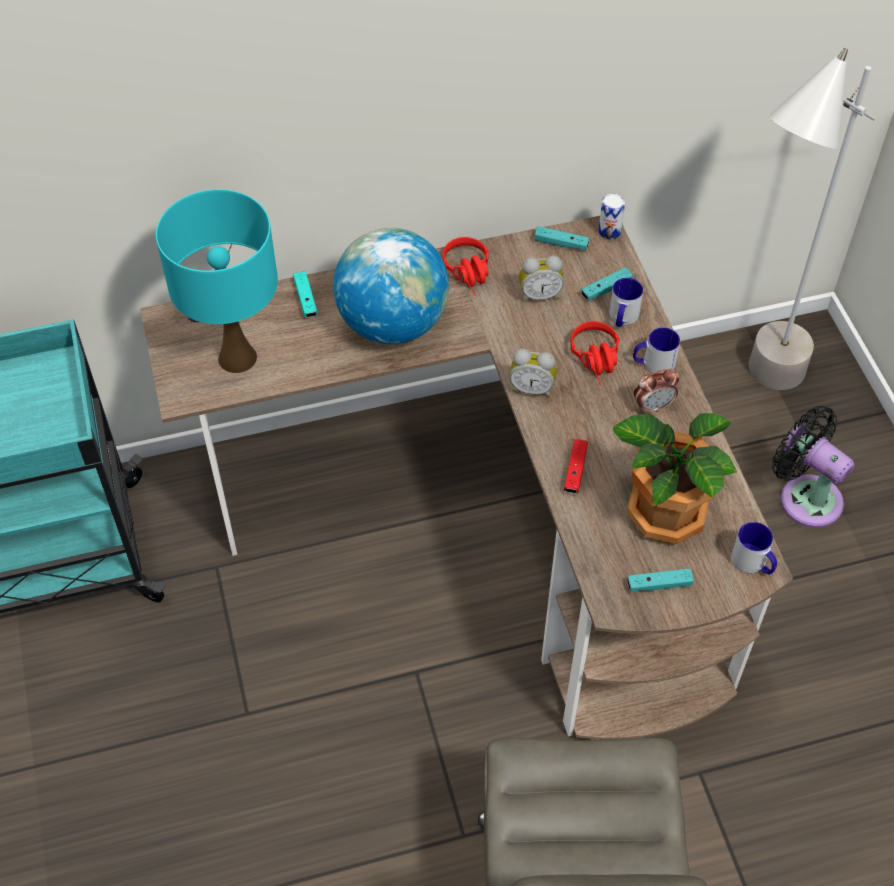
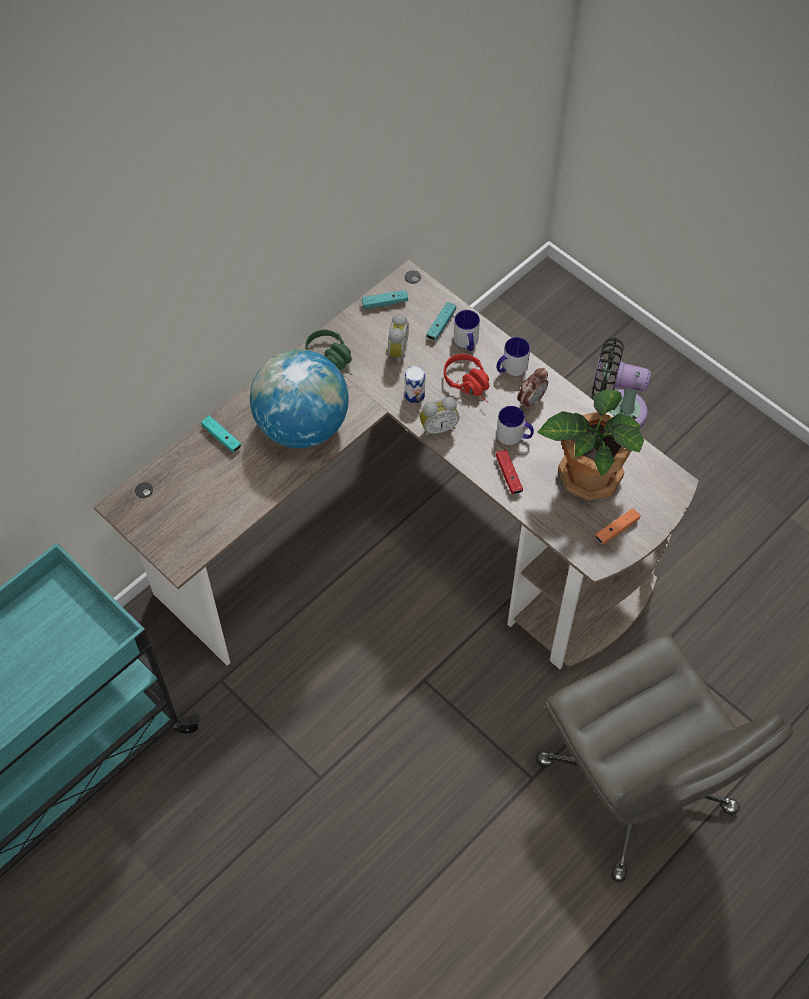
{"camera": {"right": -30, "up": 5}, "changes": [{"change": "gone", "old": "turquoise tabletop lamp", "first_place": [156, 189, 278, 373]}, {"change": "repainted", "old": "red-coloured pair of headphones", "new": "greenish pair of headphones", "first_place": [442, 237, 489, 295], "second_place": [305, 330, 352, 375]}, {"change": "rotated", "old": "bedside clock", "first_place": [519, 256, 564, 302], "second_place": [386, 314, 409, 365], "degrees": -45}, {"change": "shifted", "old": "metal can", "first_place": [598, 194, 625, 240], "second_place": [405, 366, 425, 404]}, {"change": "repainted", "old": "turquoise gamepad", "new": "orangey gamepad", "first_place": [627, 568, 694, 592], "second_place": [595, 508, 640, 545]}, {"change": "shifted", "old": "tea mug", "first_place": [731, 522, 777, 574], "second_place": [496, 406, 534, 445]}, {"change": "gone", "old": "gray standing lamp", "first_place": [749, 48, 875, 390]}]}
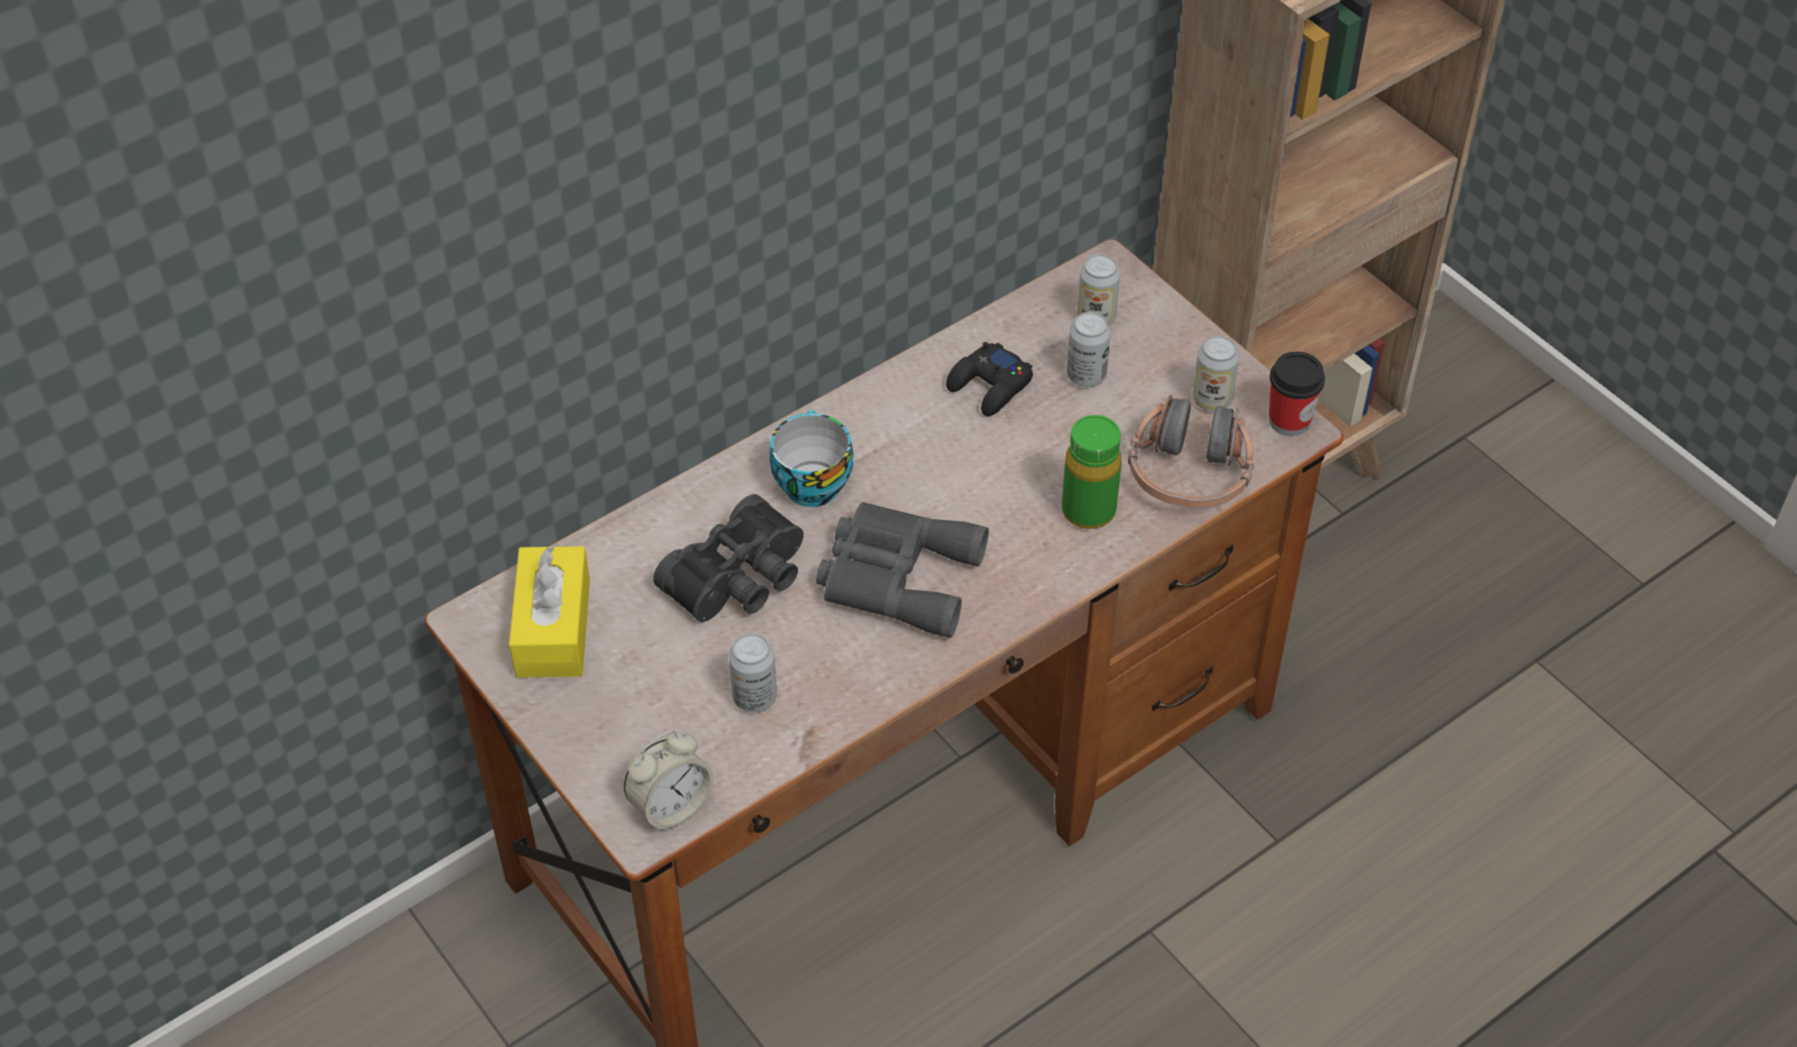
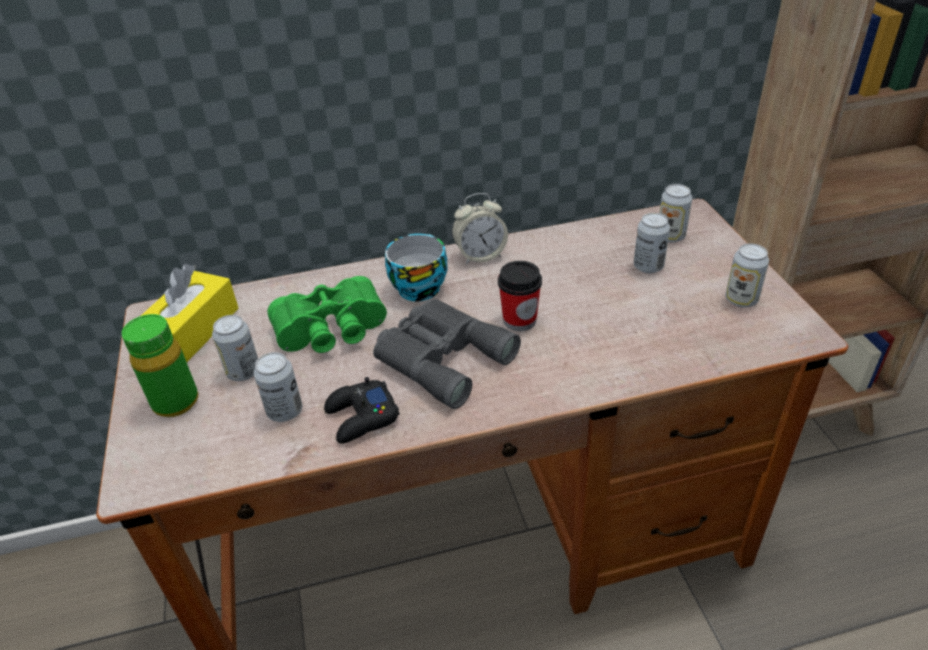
{"camera": {"right": 25, "up": -10}, "changes": [{"change": "shifted", "old": "bedside clock", "first_place": [624, 730, 714, 832], "second_place": [452, 193, 508, 264]}, {"change": "repainted", "old": "black pair of binoculars", "new": "greenish pair of binoculars", "first_place": [653, 494, 804, 622], "second_place": [267, 276, 387, 353]}, {"change": "shifted", "old": "black gamepad", "first_place": [946, 342, 1033, 416], "second_place": [324, 377, 400, 444]}, {"change": "shifted", "old": "greenish bottle", "first_place": [1062, 415, 1122, 529], "second_place": [122, 314, 198, 417]}, {"change": "gone", "old": "pair of headphones", "first_place": [1128, 395, 1254, 508]}, {"change": "shifted", "old": "small cup", "first_place": [1269, 351, 1325, 436], "second_place": [498, 261, 542, 331]}, {"change": "new", "new": "metal can", "second_place": [212, 315, 258, 381]}]}
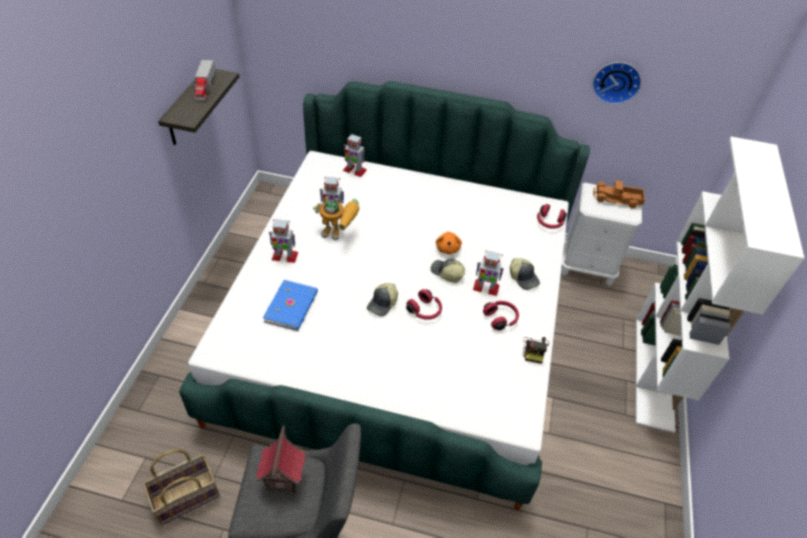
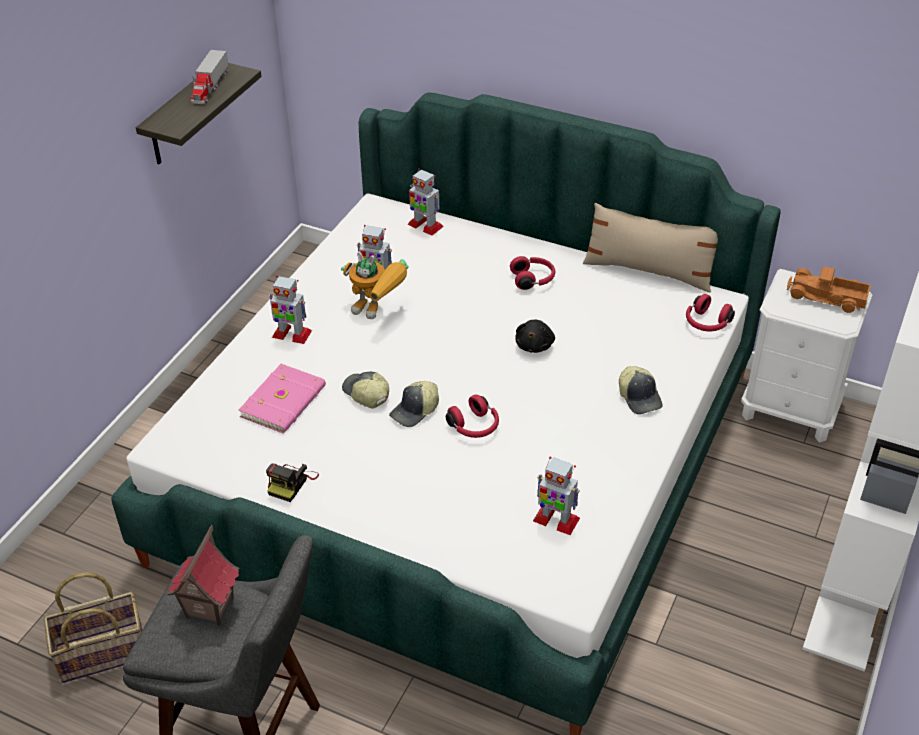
{"camera": {"right": 15, "up": -5}, "changes": [{"change": "repainted", "old": "blue-coloured volume", "new": "pinkish volume", "first_place": [263, 280, 318, 331], "second_place": [239, 364, 326, 434]}, {"change": "shifted", "old": "cap", "first_place": [431, 259, 465, 283], "second_place": [342, 371, 389, 408]}, {"change": "repainted", "old": "orangey soft toy", "new": "black soft toy", "first_place": [436, 231, 462, 254], "second_place": [515, 320, 555, 353]}, {"change": "shifted", "old": "toy robot", "first_place": [473, 250, 504, 296], "second_place": [533, 456, 580, 535]}, {"change": "shifted", "old": "red-coloured pair of headphones", "first_place": [483, 301, 519, 330], "second_place": [510, 256, 555, 290]}, {"change": "shifted", "old": "photo camera", "first_place": [523, 337, 549, 364], "second_place": [266, 463, 319, 502]}, {"change": "gone", "old": "hanging clock", "first_place": [592, 62, 641, 104]}, {"change": "new", "new": "beige-coloured throw pillow", "second_place": [583, 203, 718, 292]}]}
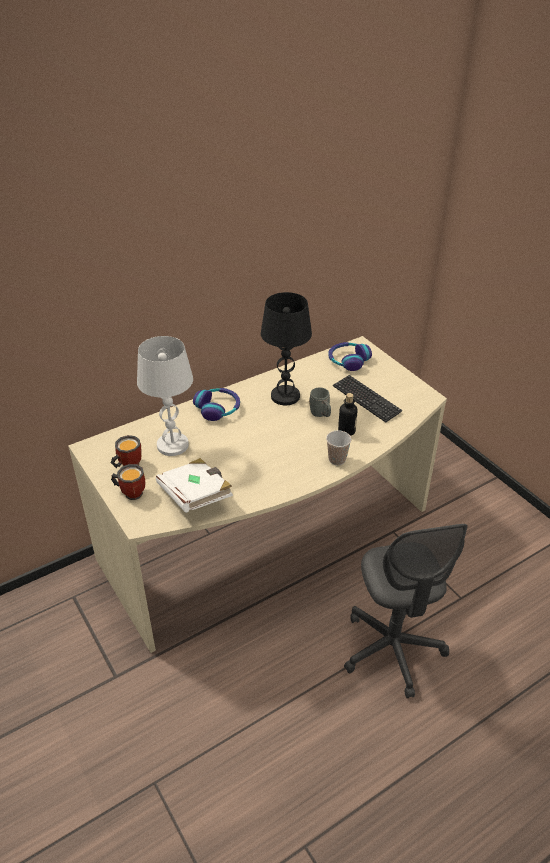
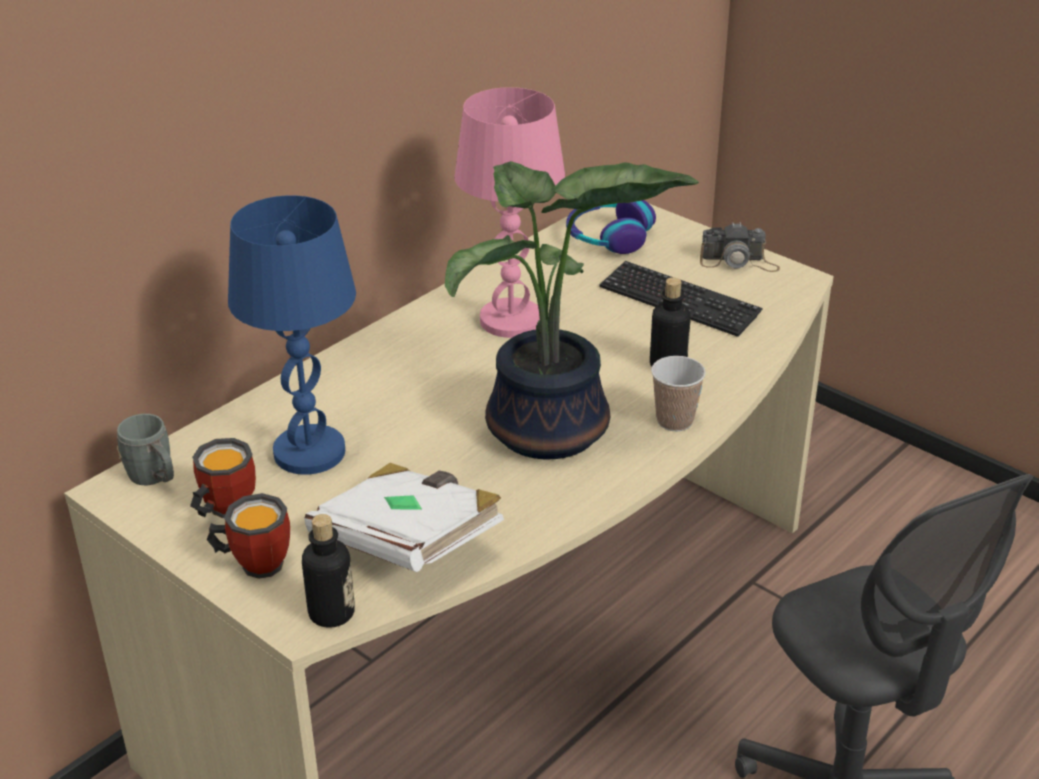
{"camera": {"right": -15, "up": -5}, "changes": [{"change": "repainted", "old": "whitish tabletop lamp", "new": "blue-coloured tabletop lamp", "first_place": [137, 336, 193, 456], "second_place": [228, 196, 356, 475]}, {"change": "gone", "old": "pair of headphones", "first_place": [193, 388, 240, 421]}, {"change": "repainted", "old": "black tabletop lamp", "new": "pinkish tabletop lamp", "first_place": [261, 292, 312, 405], "second_place": [454, 87, 565, 338]}, {"change": "shifted", "old": "gray tea mug", "first_place": [309, 388, 331, 417], "second_place": [117, 414, 174, 485]}, {"change": "new", "new": "bottle", "second_place": [302, 514, 355, 628]}, {"change": "new", "new": "houseplant", "second_place": [445, 161, 699, 459]}, {"change": "new", "new": "photo camera", "second_place": [700, 222, 780, 272]}]}
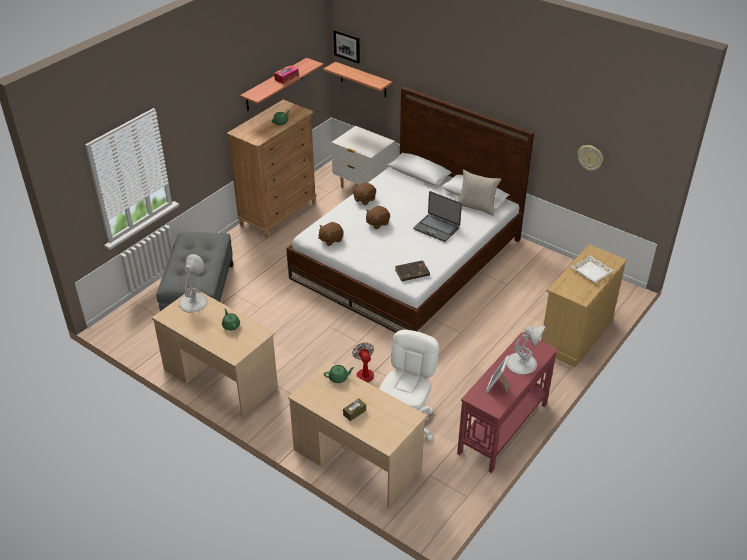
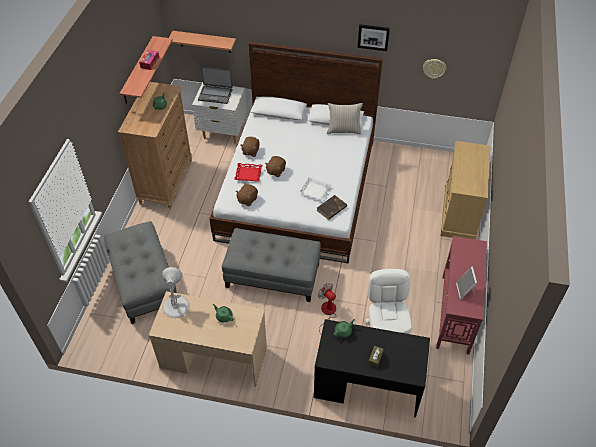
{"camera": {"right": -25, "up": 10}, "changes": [{"change": "repainted", "old": "beige-coloured desk unit", "new": "black desk unit", "first_place": [288, 361, 427, 509], "second_place": [314, 319, 430, 418]}, {"change": "shifted", "old": "wall art", "first_place": [333, 29, 360, 64], "second_place": [357, 24, 390, 51]}, {"change": "shifted", "old": "laptop", "first_place": [413, 191, 462, 242], "second_place": [198, 67, 233, 104]}, {"change": "gone", "old": "whitish tabletop lamp", "first_place": [507, 326, 546, 375]}, {"change": "shifted", "old": "whitish tray", "first_place": [571, 256, 614, 283], "second_place": [299, 177, 331, 201]}, {"change": "new", "new": "gray pouffe", "second_place": [222, 228, 321, 302]}, {"change": "new", "new": "red-coloured tray", "second_place": [234, 163, 262, 181]}]}
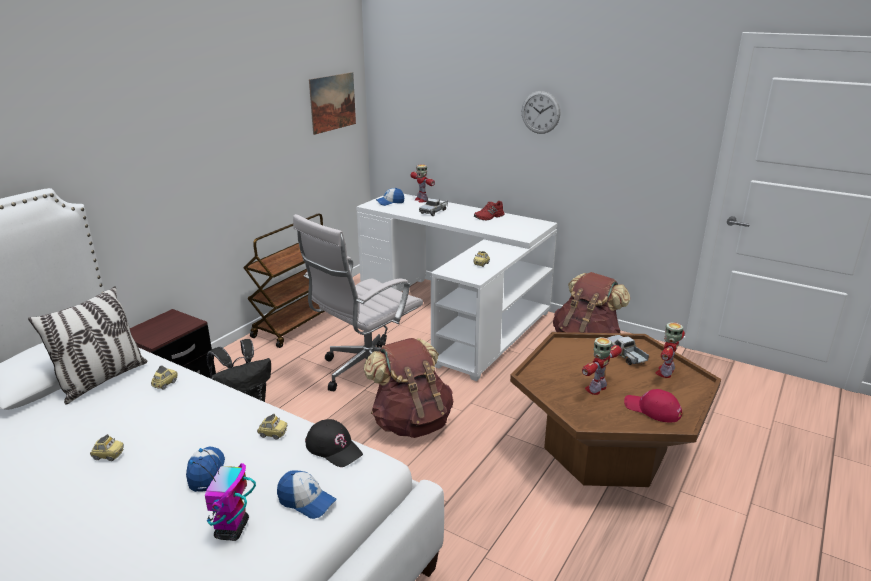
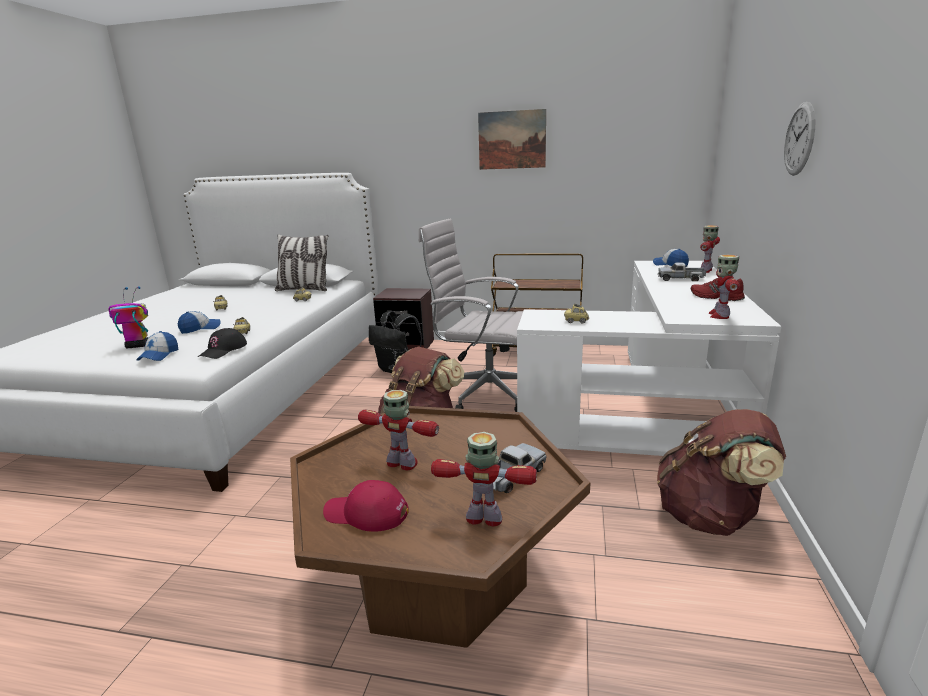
{"camera": {"right": 70, "up": -5}, "changes": [{"change": "shifted", "old": "wall art", "first_place": [309, 72, 356, 135], "second_place": [478, 109, 546, 170]}, {"change": "rotated", "old": "red-coloured cap", "first_place": [624, 389, 682, 422], "second_place": [323, 480, 409, 532], "degrees": -90}, {"change": "new", "new": "toy robot", "second_place": [708, 255, 740, 319]}]}
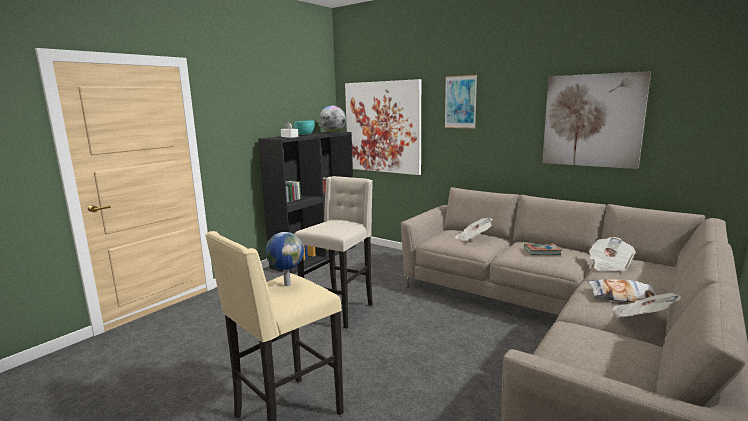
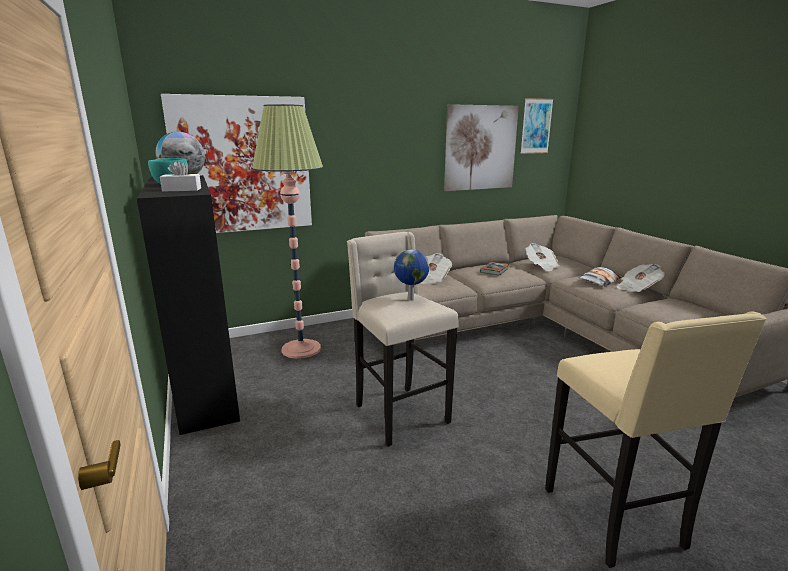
{"camera": {"right": -60, "up": 5}, "changes": [{"change": "shifted", "old": "globe", "first_place": [265, 232, 304, 286], "second_place": [394, 249, 429, 301]}, {"change": "shifted", "old": "wall art", "first_place": [445, 75, 477, 128], "second_place": [520, 98, 554, 154]}, {"change": "new", "new": "standing lamp", "second_place": [252, 104, 323, 359]}]}
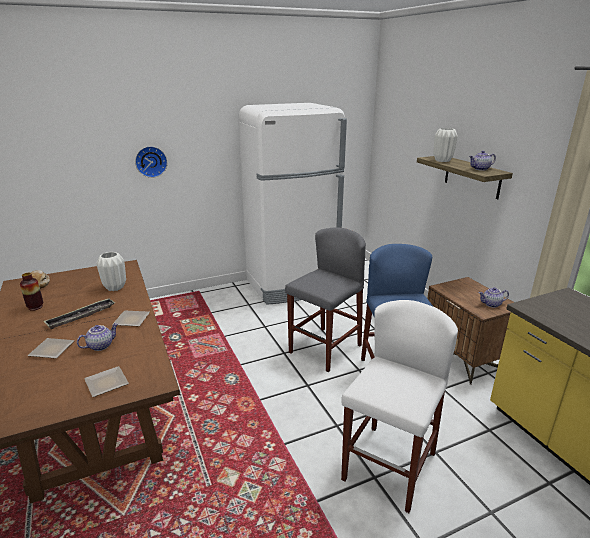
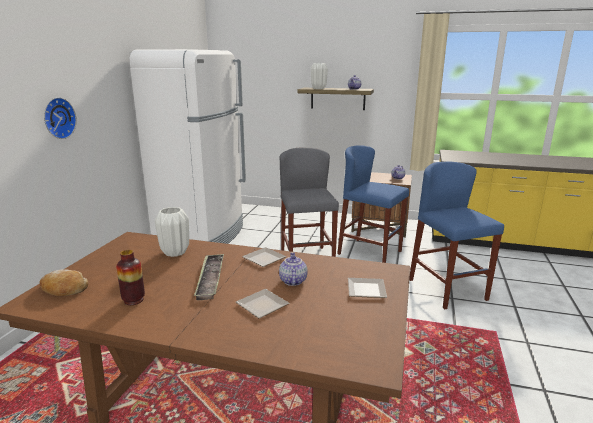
{"camera": {"right": -50, "up": -5}, "changes": [{"change": "repainted", "old": "whitish stool seat", "new": "blue-coloured stool seat", "first_place": [341, 300, 458, 513], "second_place": [409, 162, 504, 309]}]}
